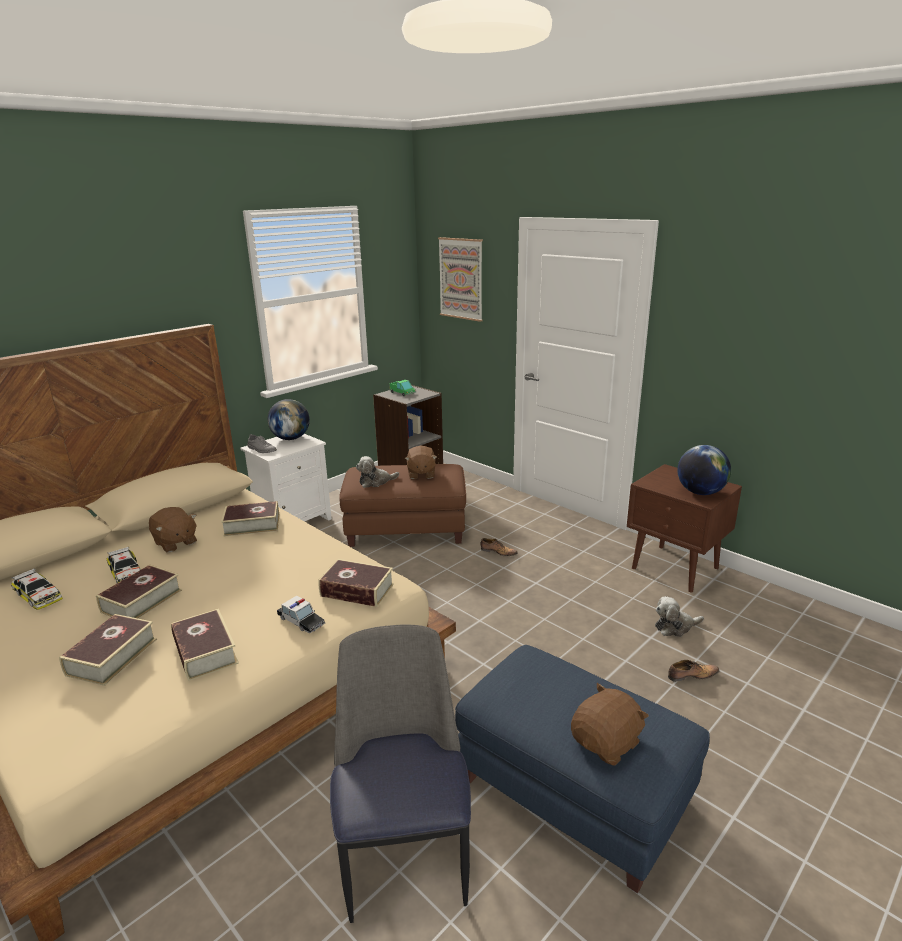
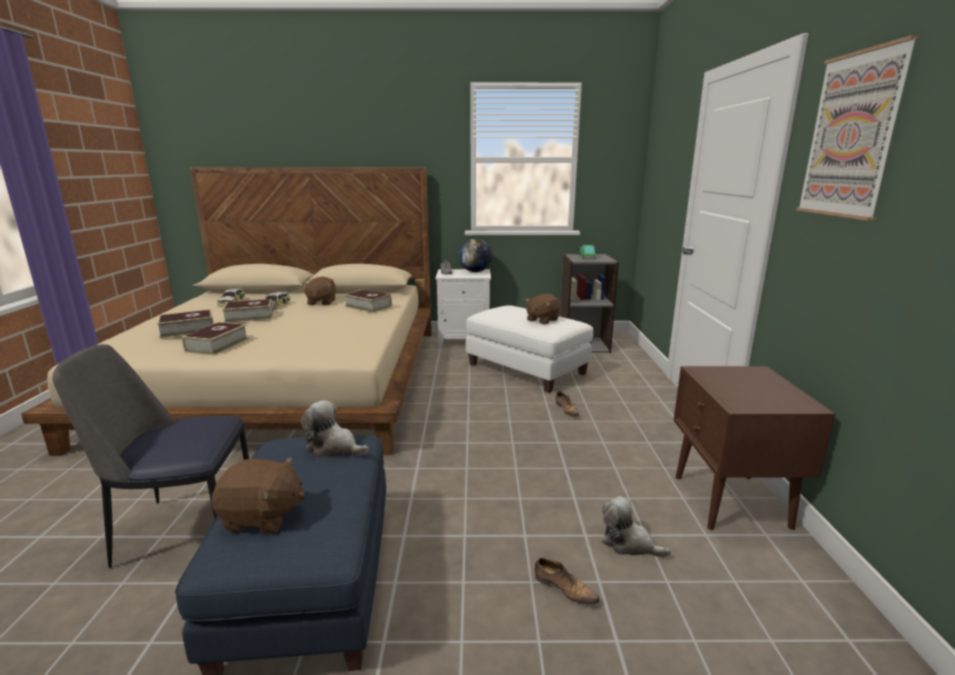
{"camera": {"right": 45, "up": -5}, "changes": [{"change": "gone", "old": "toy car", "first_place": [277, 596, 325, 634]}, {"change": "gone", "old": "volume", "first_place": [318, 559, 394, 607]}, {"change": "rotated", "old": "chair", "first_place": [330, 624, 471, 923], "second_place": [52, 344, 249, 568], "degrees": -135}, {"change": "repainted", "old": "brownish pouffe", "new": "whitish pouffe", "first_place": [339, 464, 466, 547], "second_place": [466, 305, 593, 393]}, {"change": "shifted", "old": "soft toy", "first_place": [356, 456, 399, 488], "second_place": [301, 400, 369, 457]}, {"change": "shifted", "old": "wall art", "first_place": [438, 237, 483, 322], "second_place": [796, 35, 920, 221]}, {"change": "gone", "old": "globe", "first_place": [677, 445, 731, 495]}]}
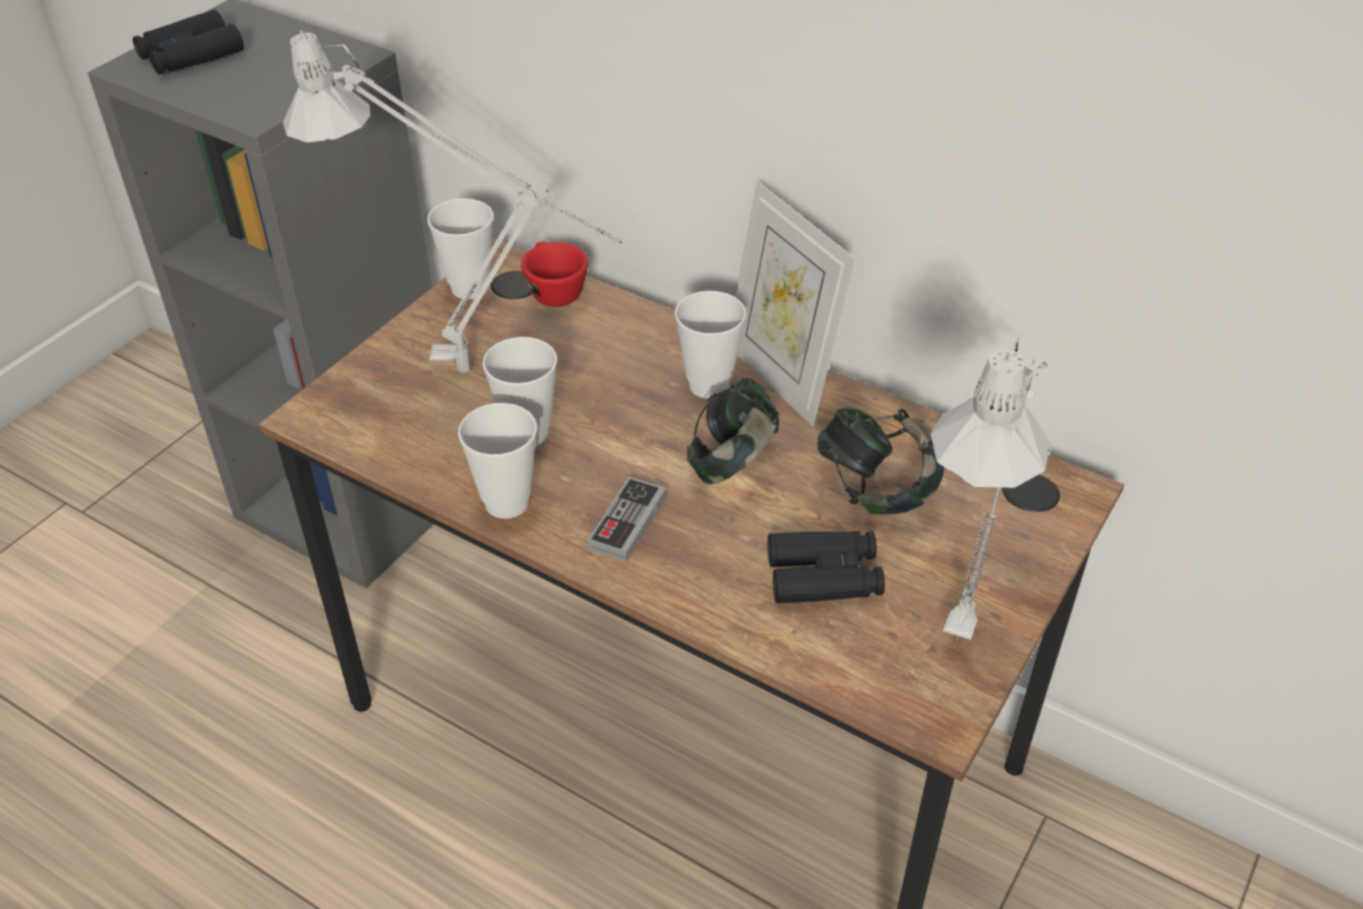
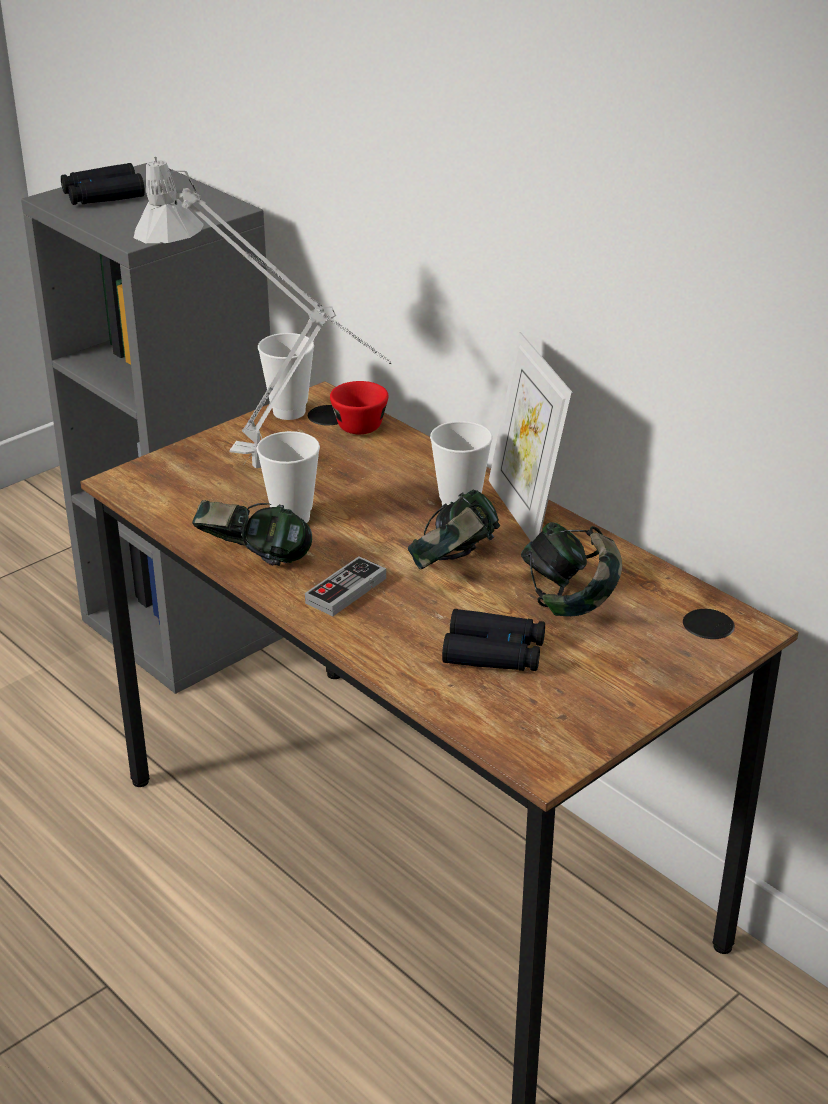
{"camera": {"right": 15, "up": -10}, "changes": [{"change": "swapped", "old": "small cup", "new": "pair of headphones", "first_place": [458, 403, 537, 519], "second_place": [192, 500, 312, 566]}, {"change": "gone", "old": "gray tabletop lamp", "first_place": [931, 337, 1050, 642]}]}
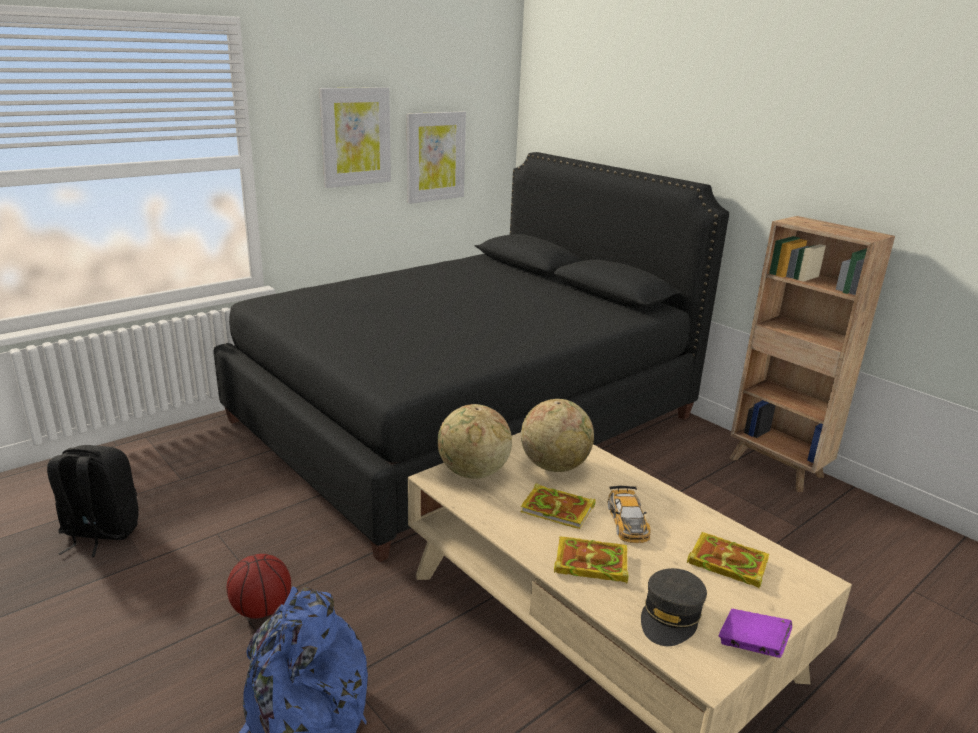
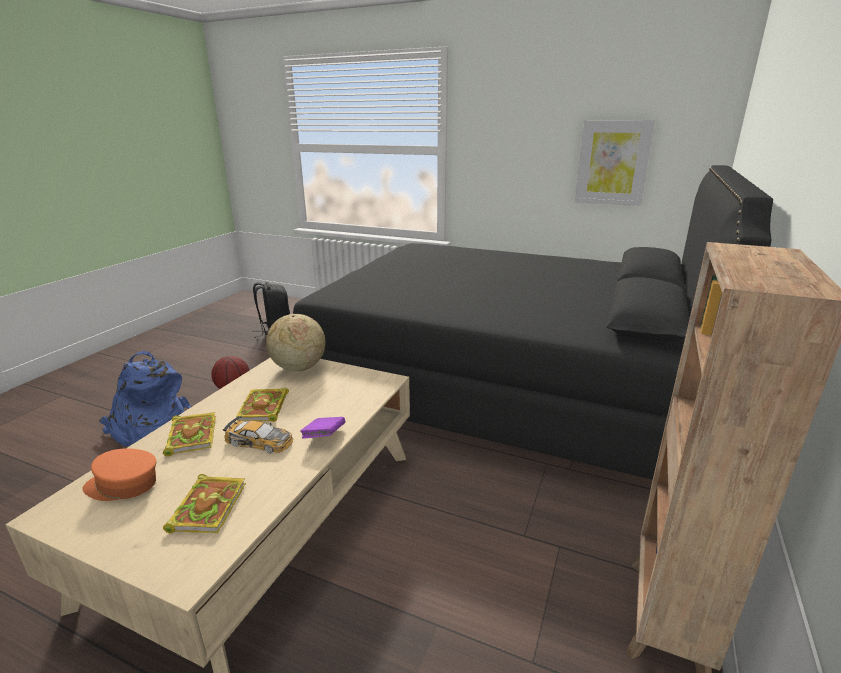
{"camera": {"right": 65, "up": 0}, "changes": [{"change": "gone", "old": "wall art", "first_place": [319, 87, 391, 188]}, {"change": "gone", "old": "globe", "first_place": [521, 399, 594, 472]}, {"change": "rotated", "old": "toy car", "first_place": [608, 486, 650, 543], "second_place": [223, 416, 293, 453], "degrees": -135}, {"change": "repainted", "old": "gray cap", "new": "orangey cap", "first_place": [641, 568, 707, 646], "second_place": [83, 448, 156, 501]}, {"change": "shifted", "old": "purple-coloured volume", "first_place": [719, 609, 792, 658], "second_place": [300, 417, 345, 439]}]}
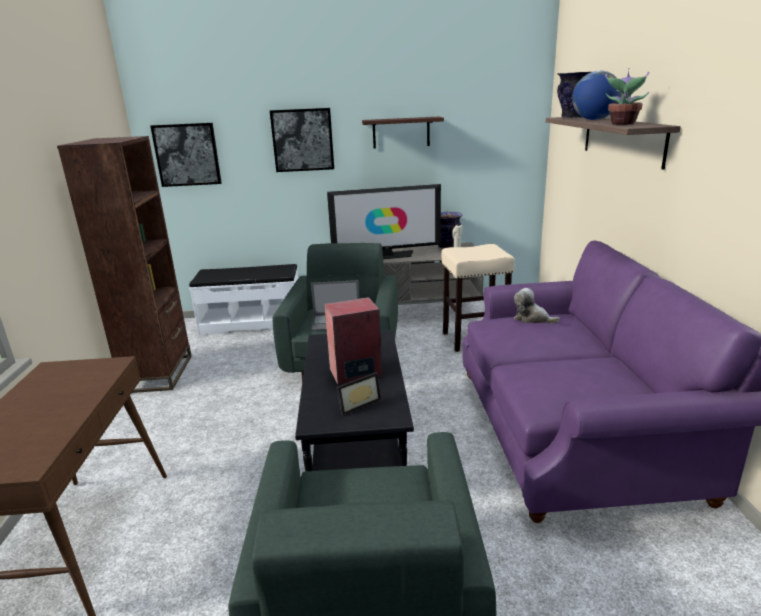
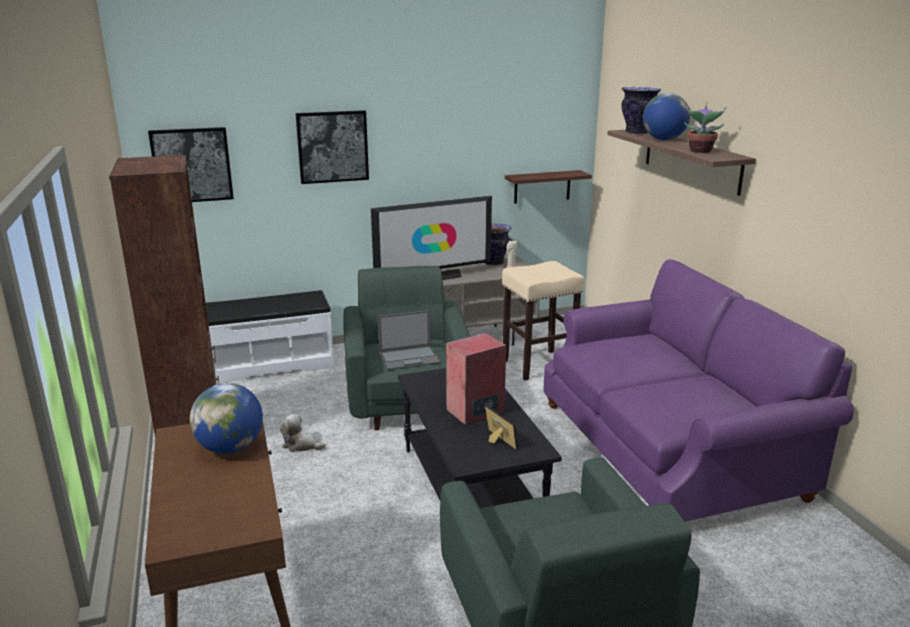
{"camera": {"right": -15, "up": 0}, "changes": [{"change": "rotated", "old": "picture frame", "first_place": [337, 372, 381, 416], "second_place": [485, 405, 518, 450], "degrees": -75}, {"change": "shifted", "old": "wall shelf", "first_place": [362, 117, 444, 149], "second_place": [505, 170, 592, 204]}, {"change": "shifted", "old": "soft toy", "first_place": [514, 288, 560, 323], "second_place": [280, 414, 326, 452]}, {"change": "new", "new": "globe", "second_place": [190, 383, 263, 454]}]}
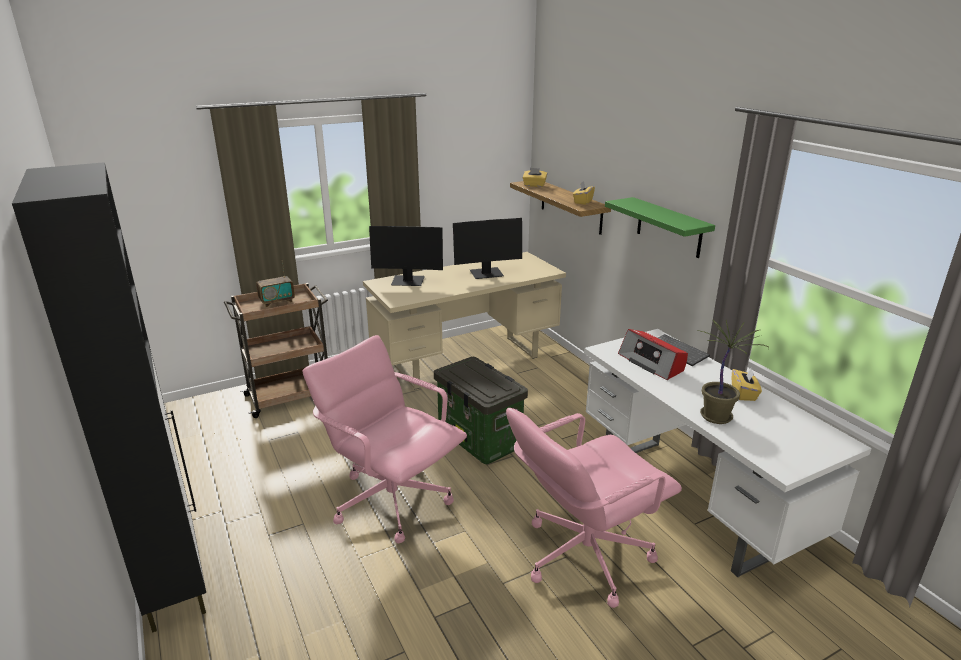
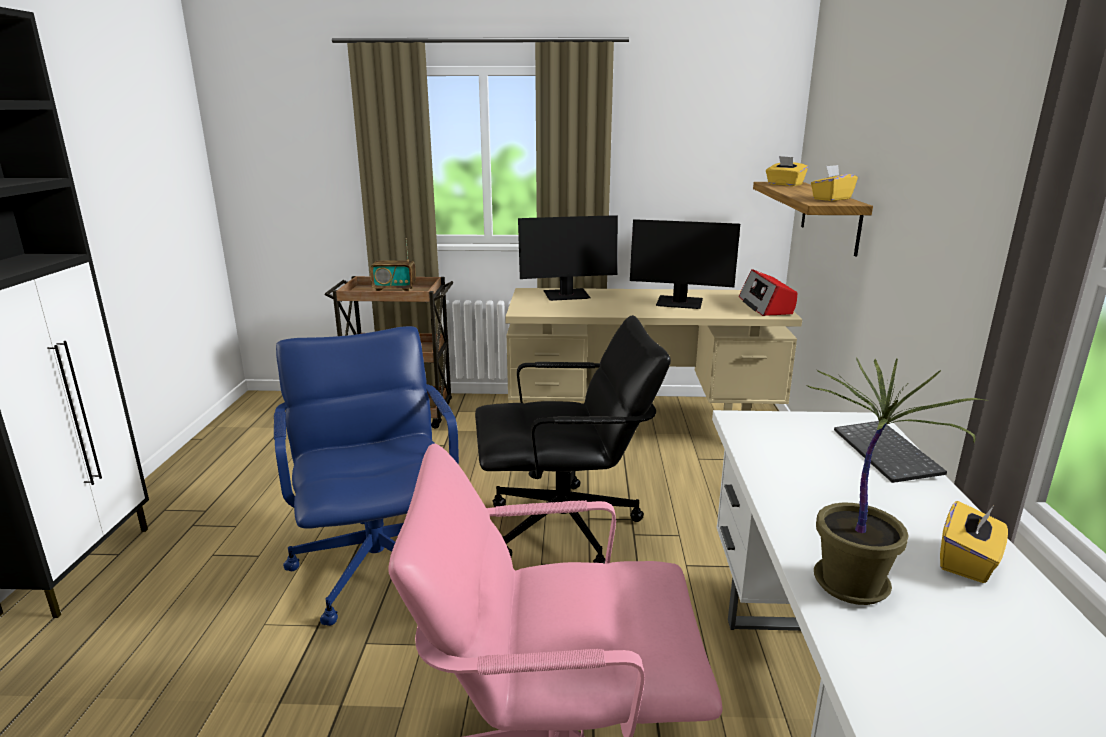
{"camera": {"right": 30, "up": -5}, "changes": [{"change": "repainted", "old": "pinkish computer chair", "new": "blue-coloured computer chair", "first_place": [303, 335, 467, 543], "second_place": [274, 326, 459, 626]}, {"change": "rotated", "old": "monitor", "first_place": [369, 226, 443, 286], "second_place": [518, 215, 618, 301], "degrees": -45}, {"change": "swapped", "old": "storage container", "new": "black computer chair", "first_place": [434, 357, 528, 464], "second_place": [475, 315, 671, 564]}, {"change": "gone", "old": "greenish wall shelf", "first_place": [605, 197, 715, 258]}, {"change": "shifted", "old": "radio", "first_place": [618, 329, 688, 380], "second_place": [739, 269, 797, 316]}]}
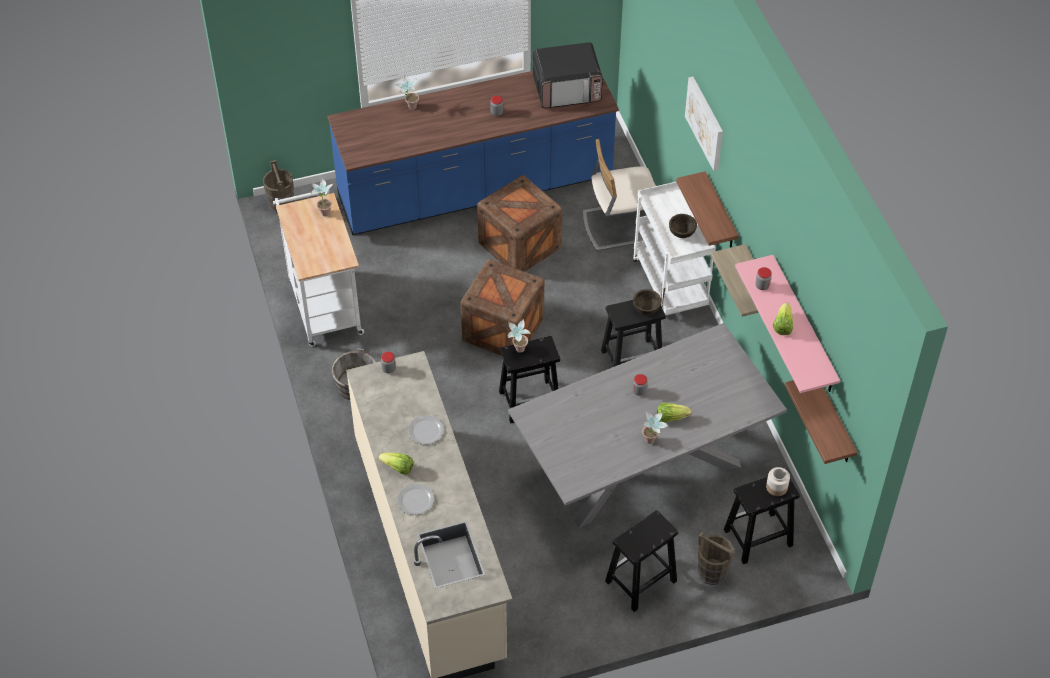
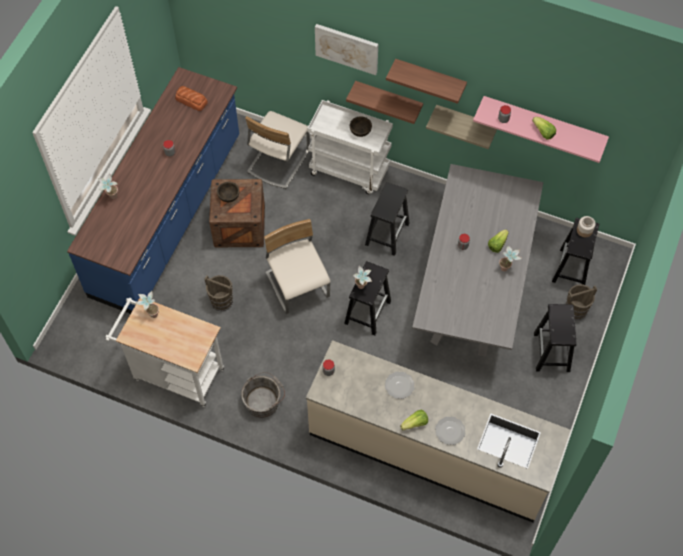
{"camera": {"right": -50, "up": 10}, "changes": [{"change": "shifted", "old": "brownish pail", "first_place": [263, 160, 294, 214], "second_place": [204, 275, 233, 311]}, {"change": "swapped", "old": "packing crate", "new": "beige-coloured chair", "first_place": [461, 259, 544, 356], "second_place": [264, 219, 330, 314]}, {"change": "swapped", "old": "kitchen microwave", "new": "bread", "first_place": [533, 42, 603, 108], "second_place": [175, 86, 208, 111]}, {"change": "shifted", "old": "brownish bowl", "first_place": [633, 289, 662, 315], "second_place": [217, 182, 239, 202]}, {"change": "shifted", "old": "wall shelf", "first_place": [785, 380, 858, 464], "second_place": [386, 59, 467, 104]}]}
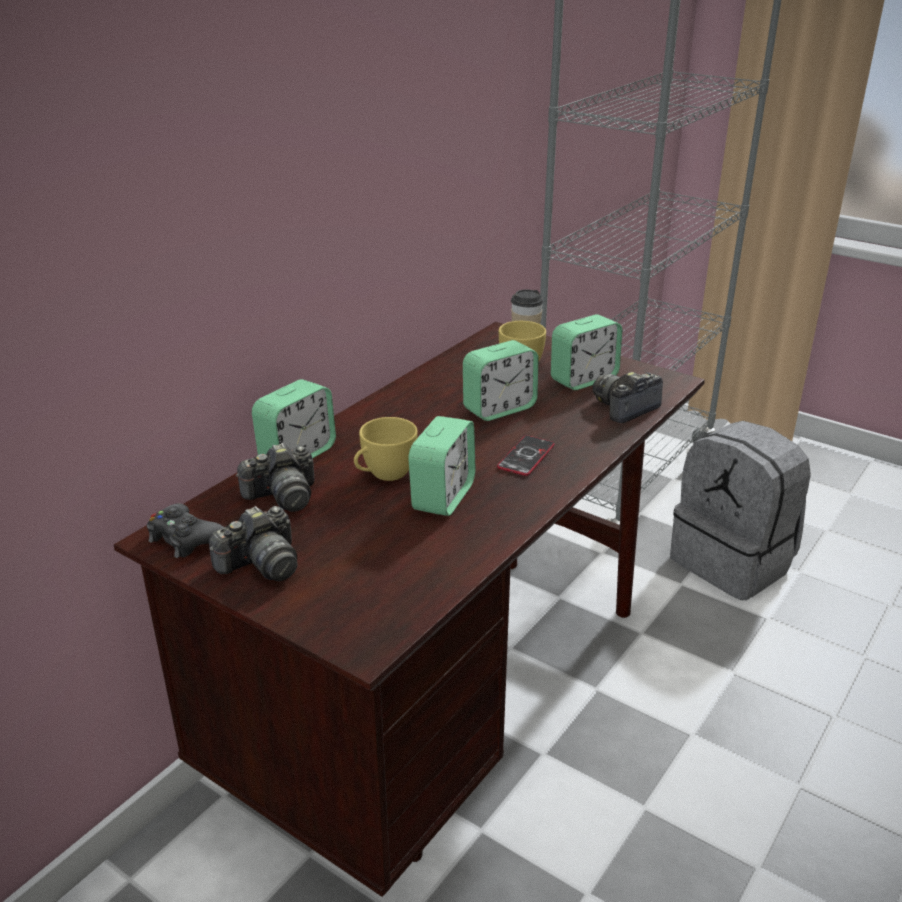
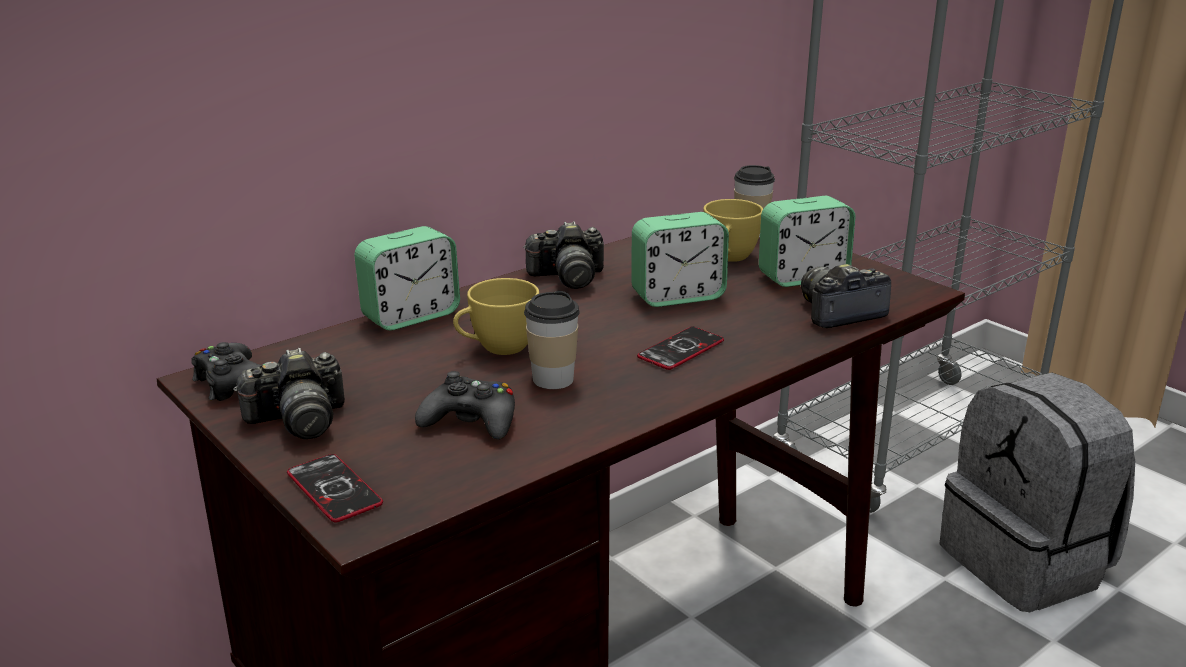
{"camera": {"right": 15, "up": -5}, "changes": [{"change": "shifted", "old": "photo camera", "first_place": [236, 443, 315, 512], "second_place": [523, 221, 604, 289]}, {"change": "swapped", "old": "bedside clock", "new": "small cup", "first_place": [408, 416, 476, 516], "second_place": [524, 291, 580, 389]}, {"change": "new", "new": "phone", "second_place": [287, 454, 383, 522]}, {"change": "new", "new": "black gamepad", "second_place": [415, 371, 515, 440]}]}
